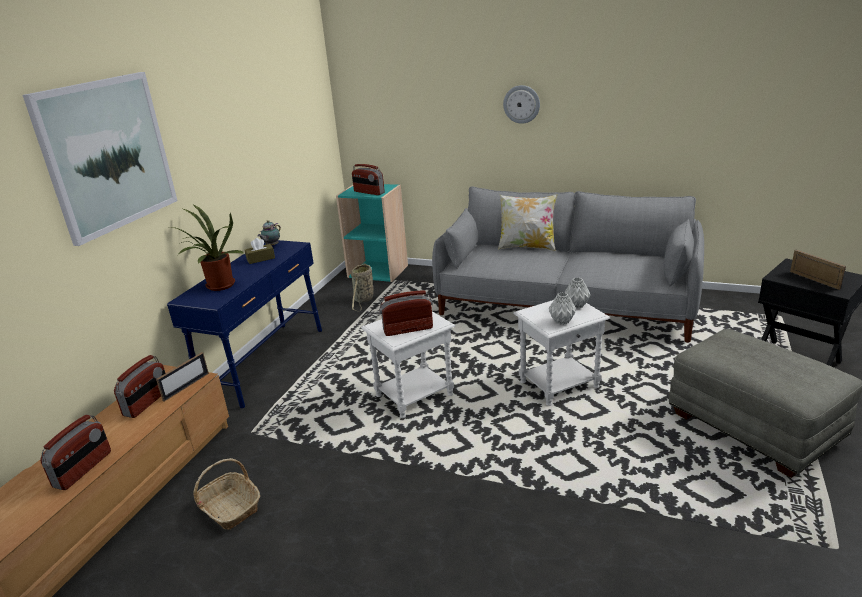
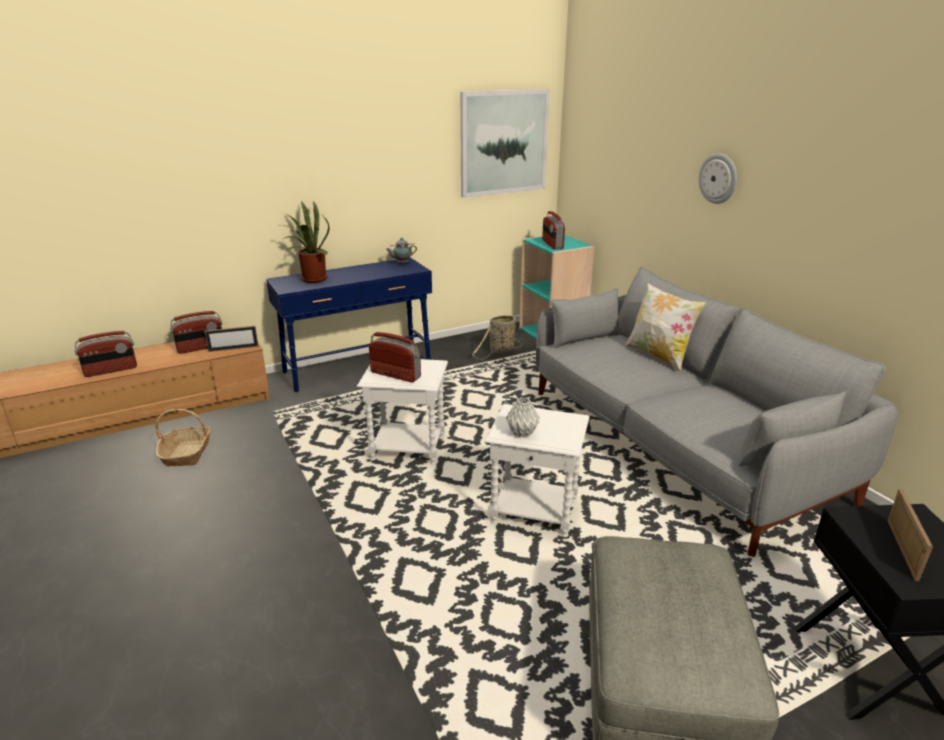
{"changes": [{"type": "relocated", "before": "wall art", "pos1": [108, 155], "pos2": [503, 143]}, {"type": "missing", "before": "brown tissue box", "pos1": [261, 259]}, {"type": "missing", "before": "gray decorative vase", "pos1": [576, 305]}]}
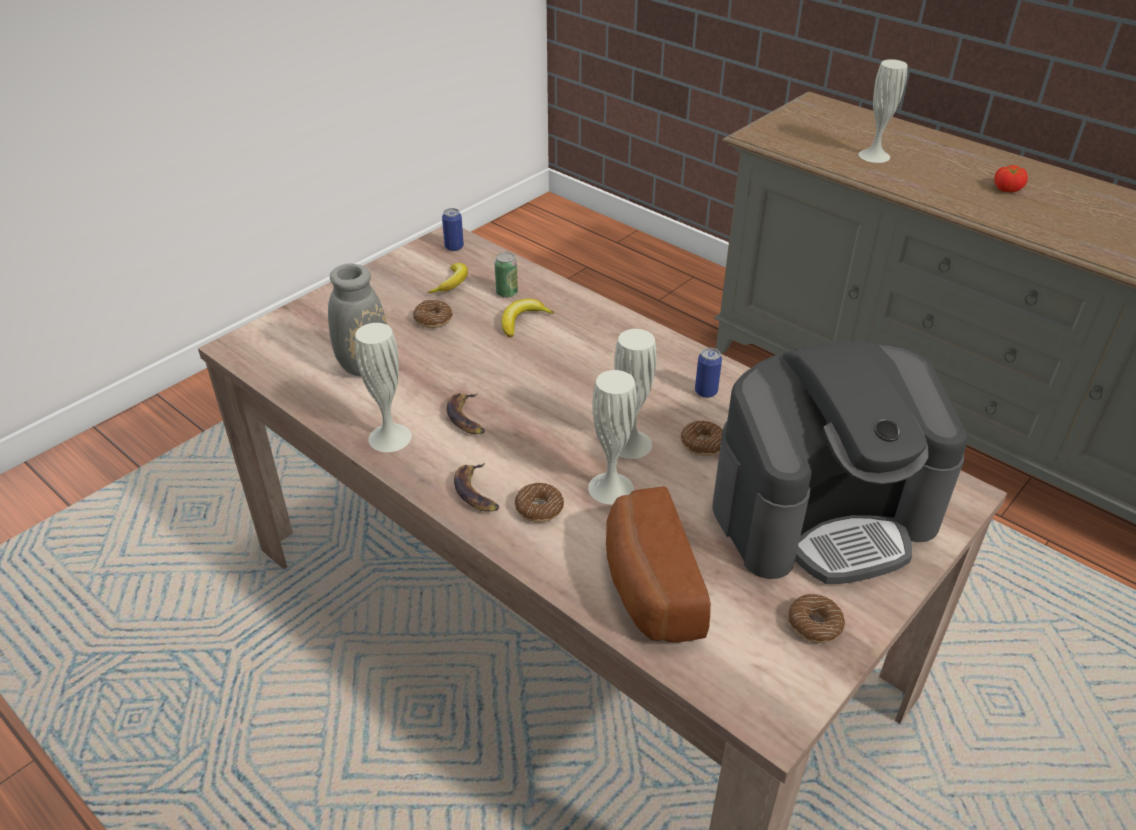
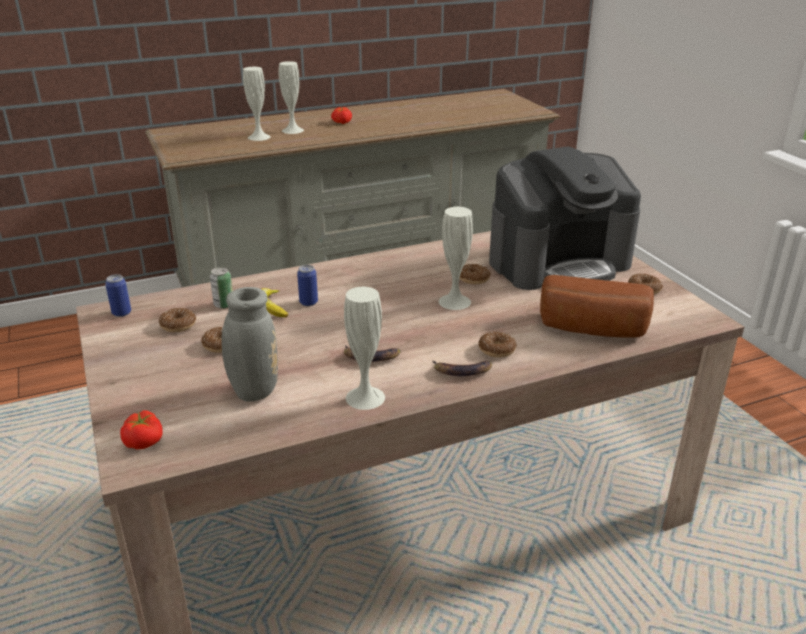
{"changes": [{"type": "appeared", "after": "tomato", "pos2": [145, 441]}, {"type": "exchanged", "before": "banana fruit", "after": "doughnut", "pos1": [452, 283], "pos2": [178, 325]}, {"type": "relocated", "before": "white decorative vase", "pos1": [610, 488], "pos2": [292, 130]}, {"type": "relocated", "before": "can", "pos1": [706, 392], "pos2": [308, 302]}, {"type": "spun", "before": "coffee brewer", "pos1": [823, 512], "pos2": [559, 262], "turn": 60}]}
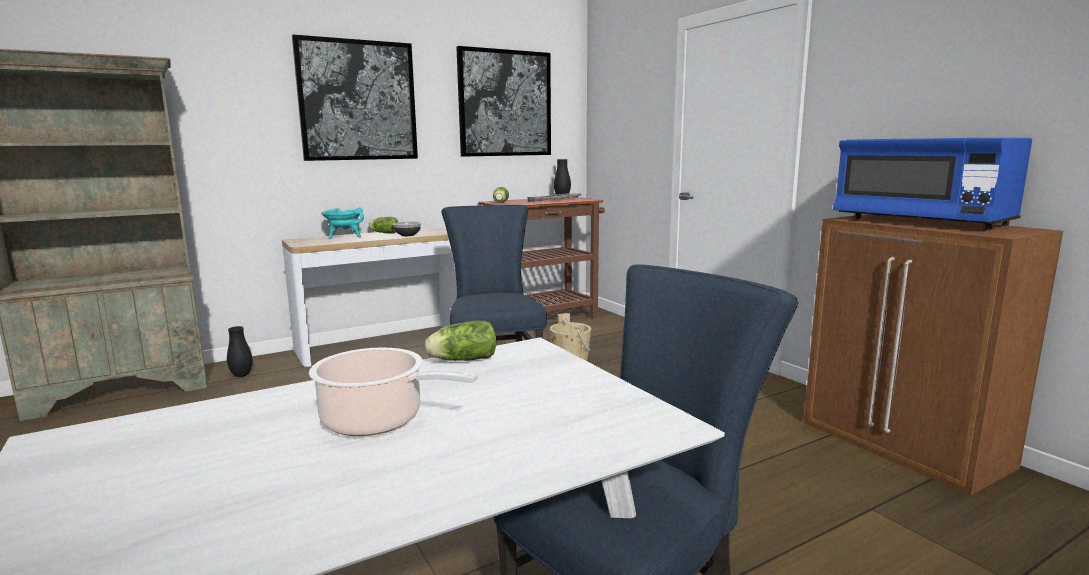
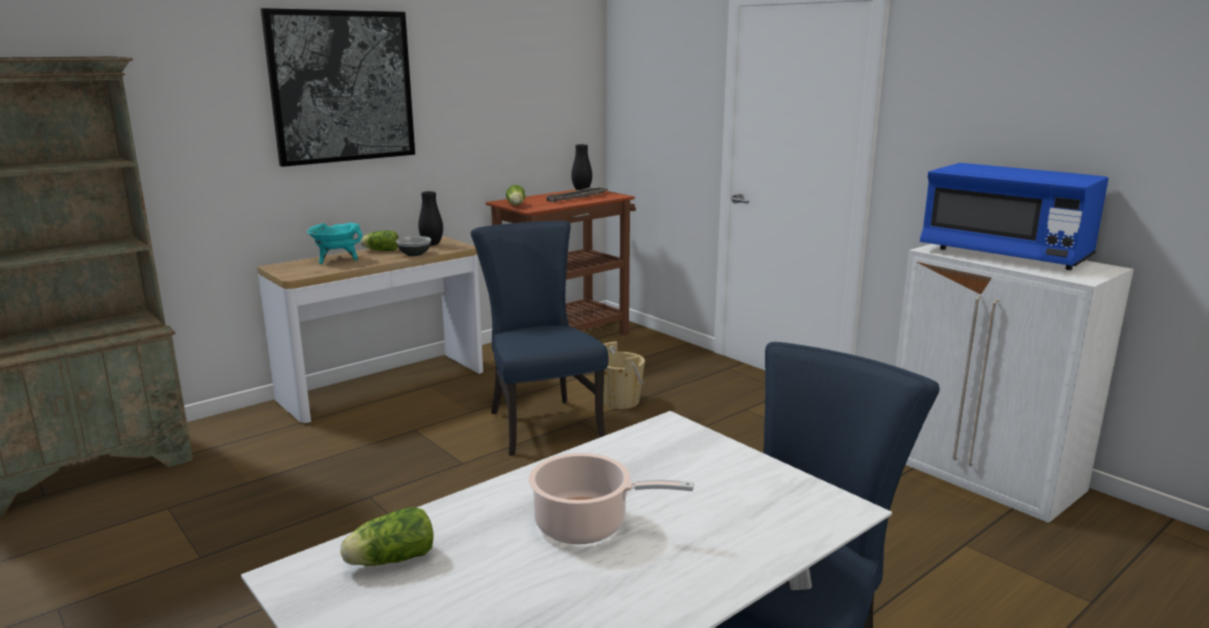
{"changes": [{"type": "relocated", "before": "lettuce", "pos1": [461, 360], "pos2": [388, 560]}, {"type": "relocated", "before": "blackish decorative vase", "pos1": [241, 375], "pos2": [431, 244]}, {"type": "colour", "before": "brown cupboard", "after": "white cupboard", "pos1": [904, 444], "pos2": [983, 473]}, {"type": "missing", "before": "wall art", "pos1": [505, 103]}]}
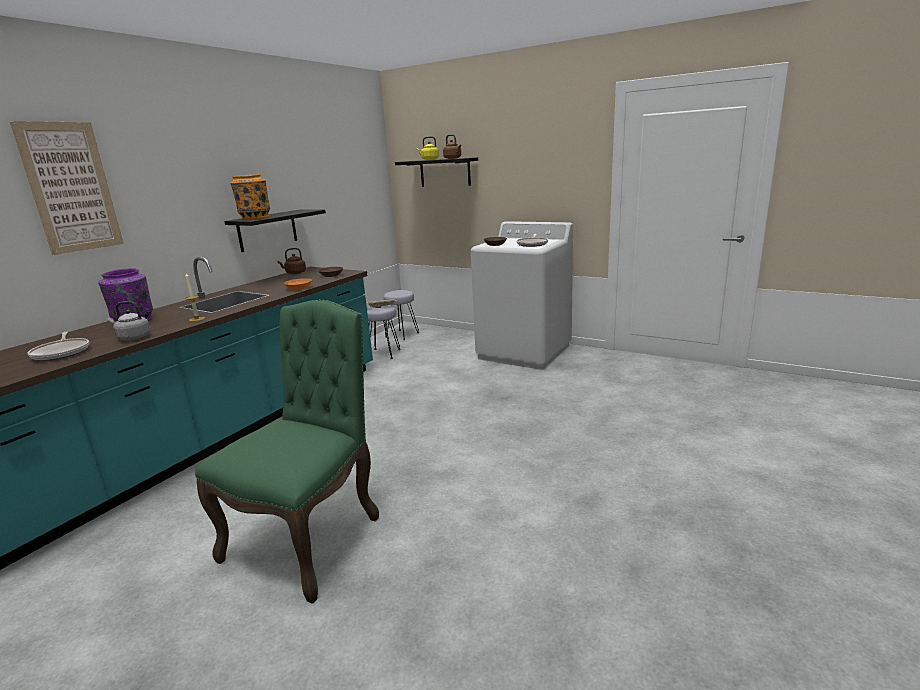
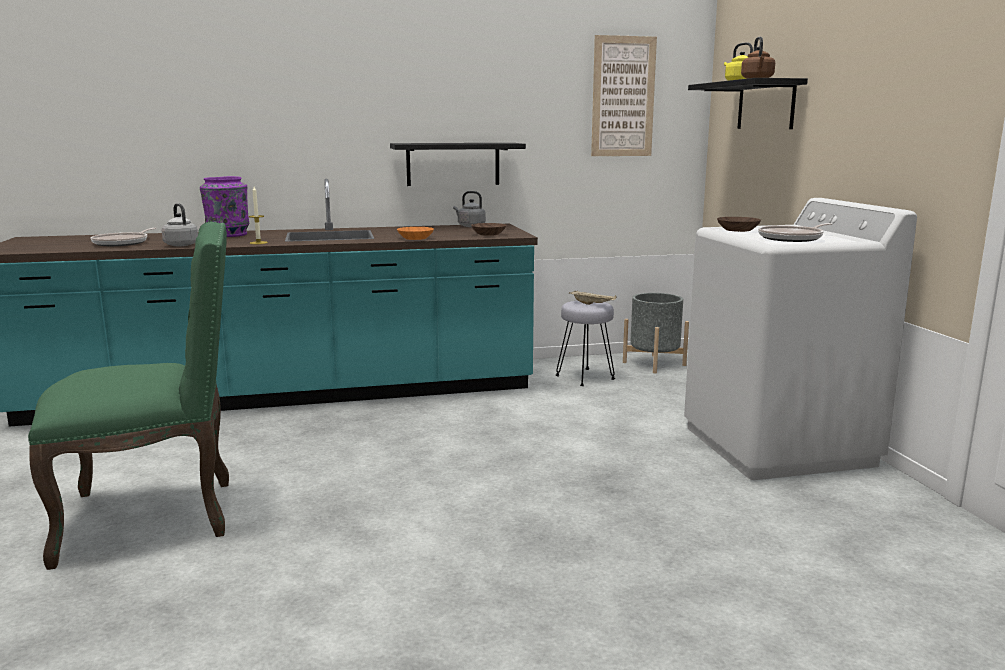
{"changes": [{"type": "colour", "before": "brown tea kettle", "after": "gray tea kettle", "pos1": [294, 273], "pos2": [470, 226]}, {"type": "relocated", "before": "wall art", "pos1": [71, 188], "pos2": [623, 97]}, {"type": "exchanged", "before": "gray sitting stool", "after": "gray plant pot", "pos1": [402, 335], "pos2": [654, 364]}, {"type": "missing", "before": "orangey decorative vase", "pos1": [254, 218]}]}
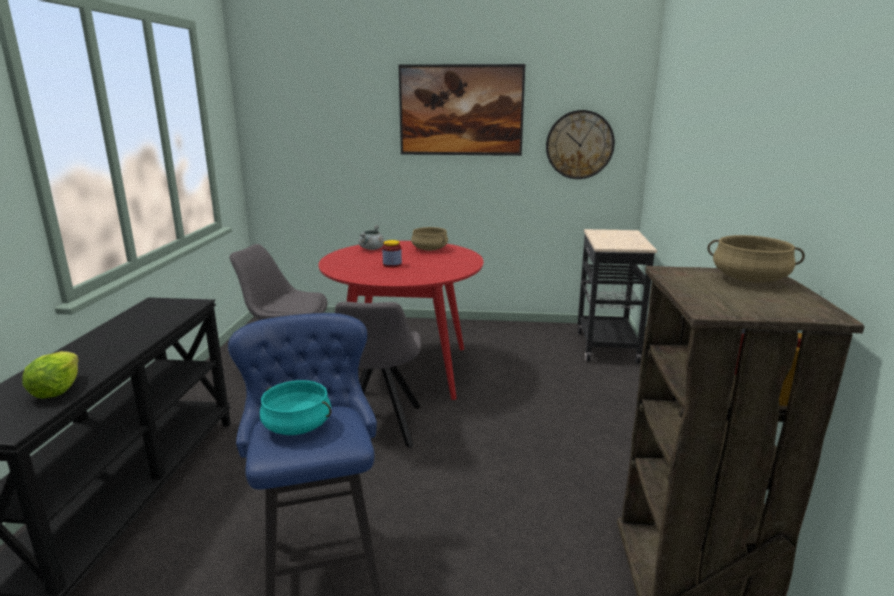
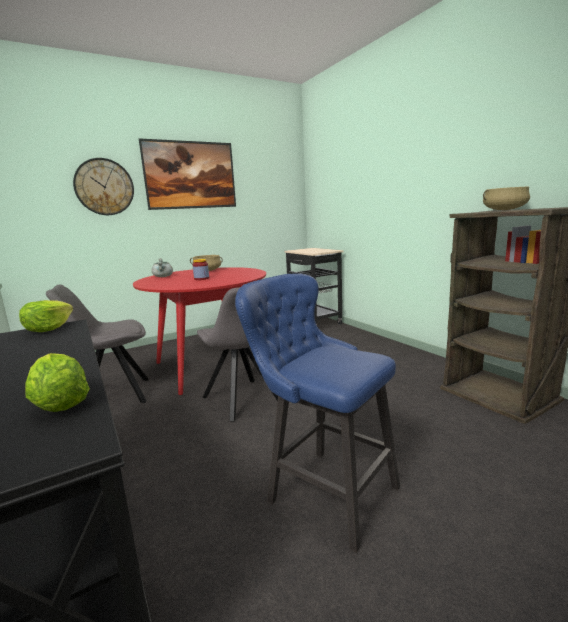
{"changes": [{"type": "appeared", "after": "lettuce", "pos2": [48, 328]}, {"type": "relocated", "before": "clock on the wall", "pos1": [579, 145], "pos2": [104, 187]}, {"type": "missing", "before": "turquoise stockpot", "pos1": [298, 426]}]}
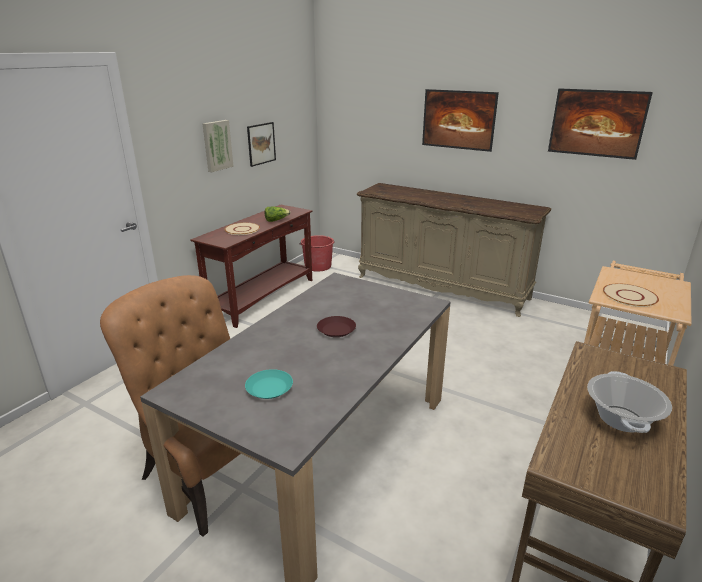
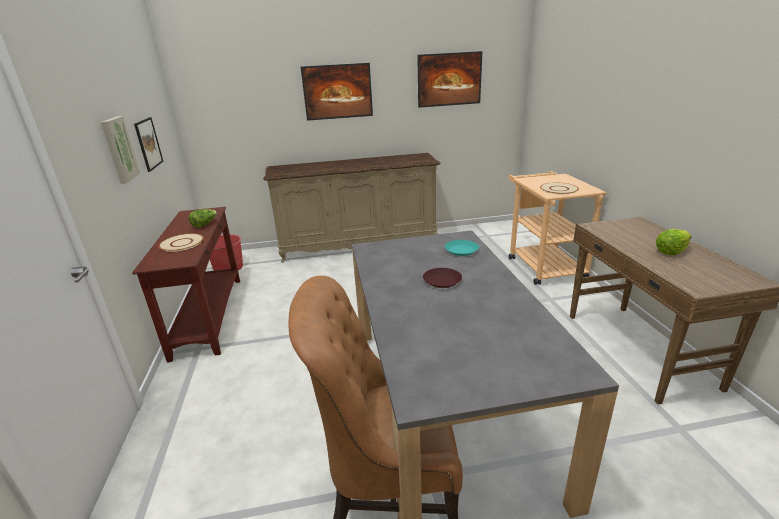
{"changes": [{"type": "relocated", "before": "turquoise plate", "pos1": [270, 388], "pos2": [461, 250]}, {"type": "exchanged", "before": "stockpot", "after": "lettuce", "pos1": [621, 419], "pos2": [671, 252]}]}
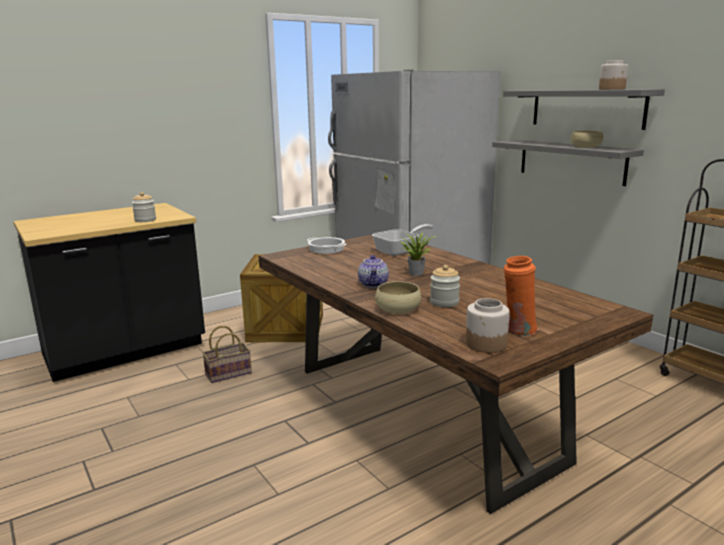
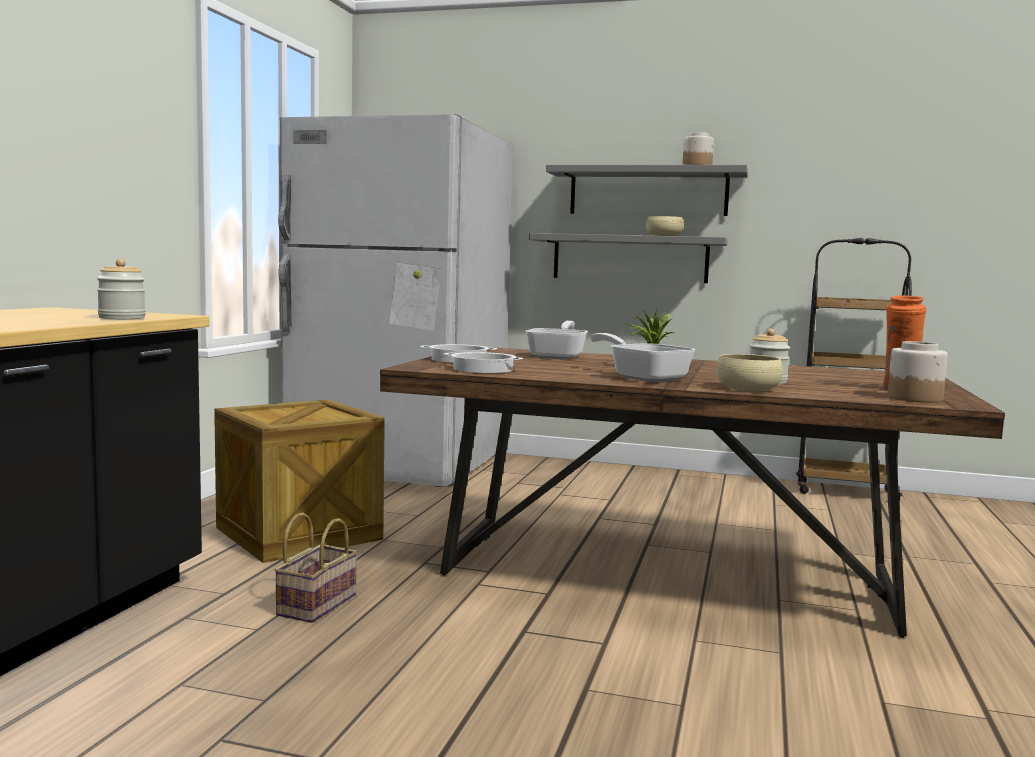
{"changes": [{"type": "appeared", "after": "stockpot", "pos2": [483, 369]}, {"type": "exchanged", "before": "teapot", "after": "skillet", "pos1": [374, 284], "pos2": [643, 377]}]}
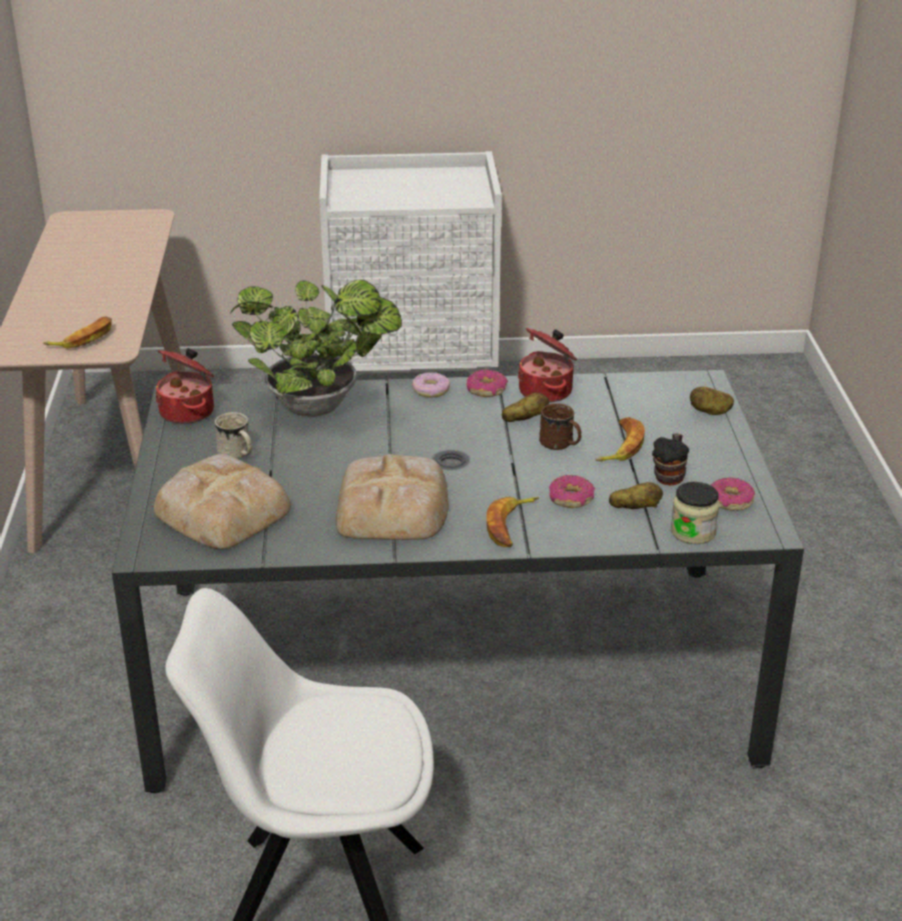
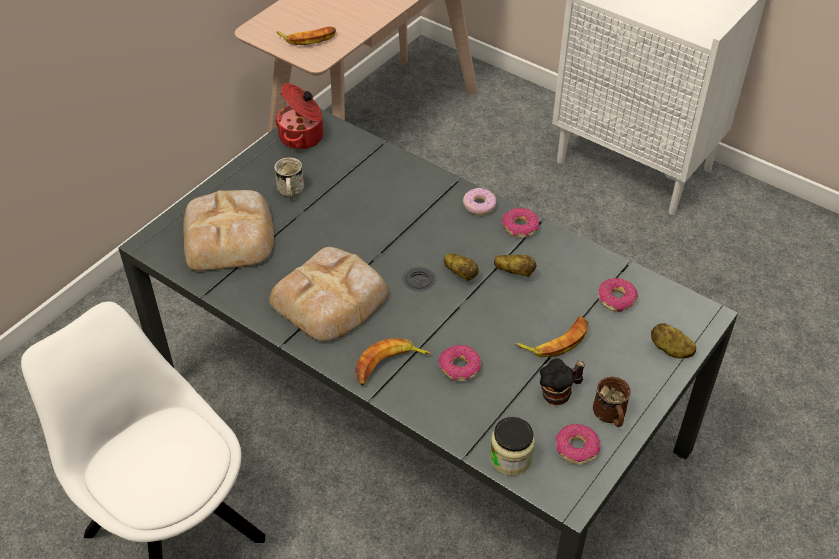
{"changes": [{"type": "relocated", "before": "potato", "pos1": [635, 508], "pos2": [461, 273]}, {"type": "relocated", "before": "brown tea mug", "pos1": [560, 445], "pos2": [610, 416]}, {"type": "appeared", "after": "doughnut", "pos2": [616, 299]}, {"type": "missing", "before": "plant in a pot", "pos1": [320, 407]}, {"type": "missing", "before": "stockpot", "pos1": [547, 391]}]}
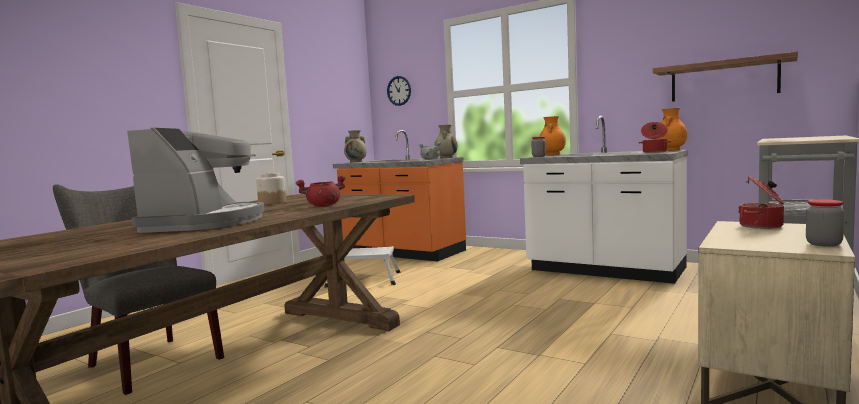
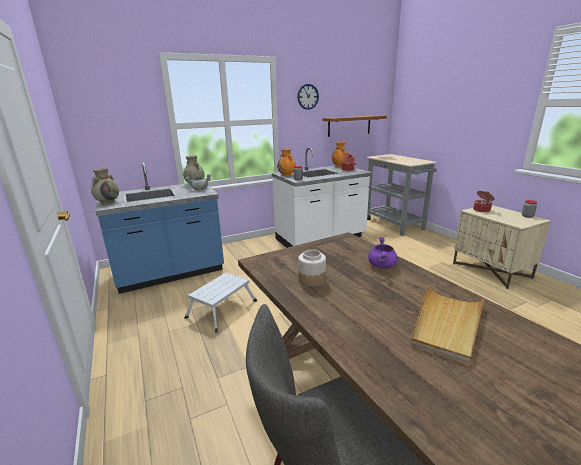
{"changes": [{"type": "colour", "before": "orangey kitchen counter", "after": "blue kitchen counter", "pos1": [403, 252], "pos2": [171, 273]}, {"type": "relocated", "before": "clock on the wall", "pos1": [399, 90], "pos2": [308, 96]}, {"type": "colour", "before": "red stockpot", "after": "purple-coloured stockpot", "pos1": [323, 206], "pos2": [382, 266]}, {"type": "exchanged", "before": "coffee brewer", "after": "beige-coloured carrying tray", "pos1": [205, 223], "pos2": [446, 324]}]}
